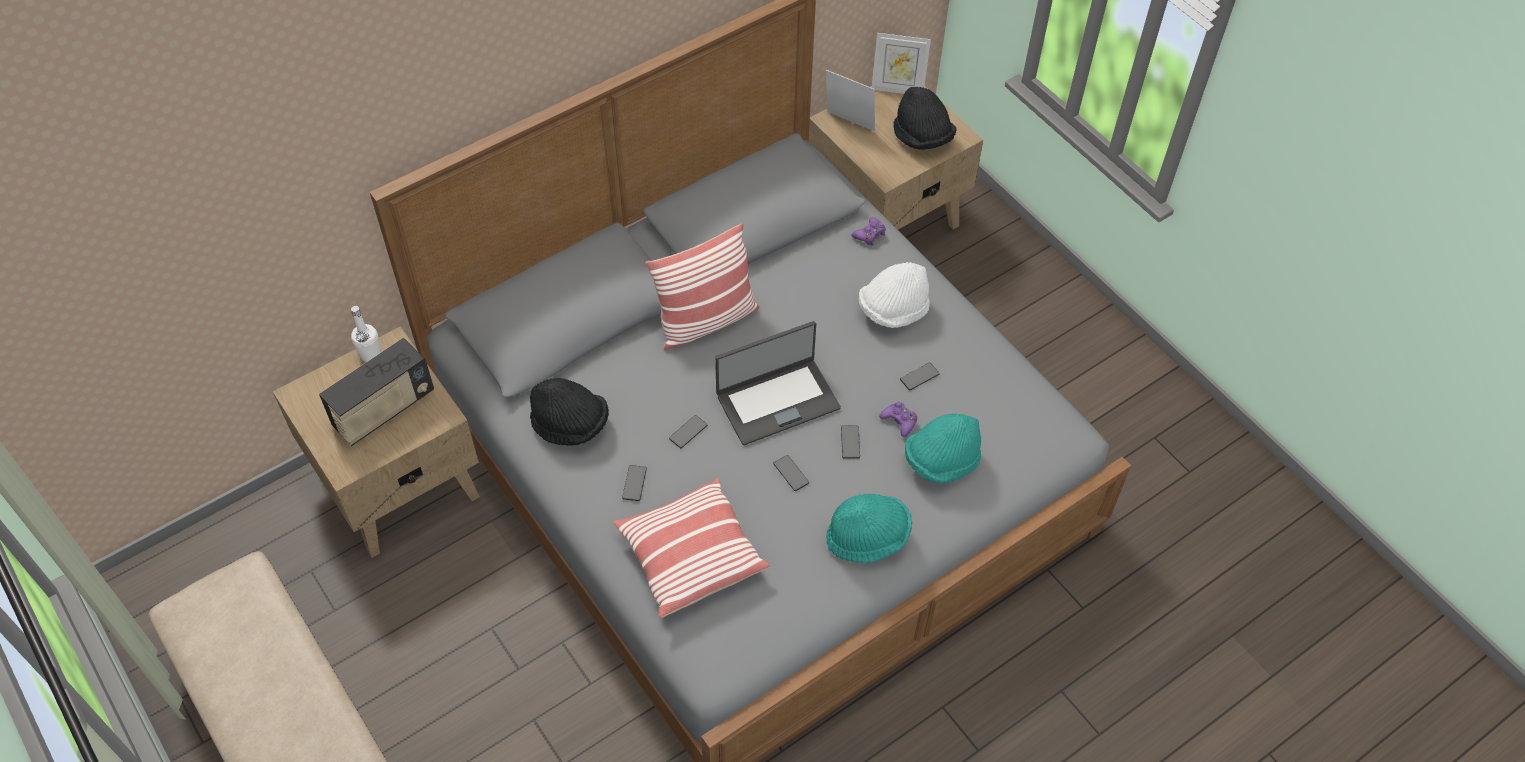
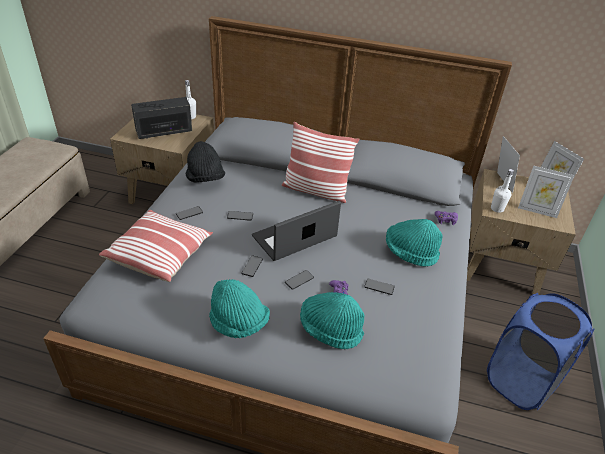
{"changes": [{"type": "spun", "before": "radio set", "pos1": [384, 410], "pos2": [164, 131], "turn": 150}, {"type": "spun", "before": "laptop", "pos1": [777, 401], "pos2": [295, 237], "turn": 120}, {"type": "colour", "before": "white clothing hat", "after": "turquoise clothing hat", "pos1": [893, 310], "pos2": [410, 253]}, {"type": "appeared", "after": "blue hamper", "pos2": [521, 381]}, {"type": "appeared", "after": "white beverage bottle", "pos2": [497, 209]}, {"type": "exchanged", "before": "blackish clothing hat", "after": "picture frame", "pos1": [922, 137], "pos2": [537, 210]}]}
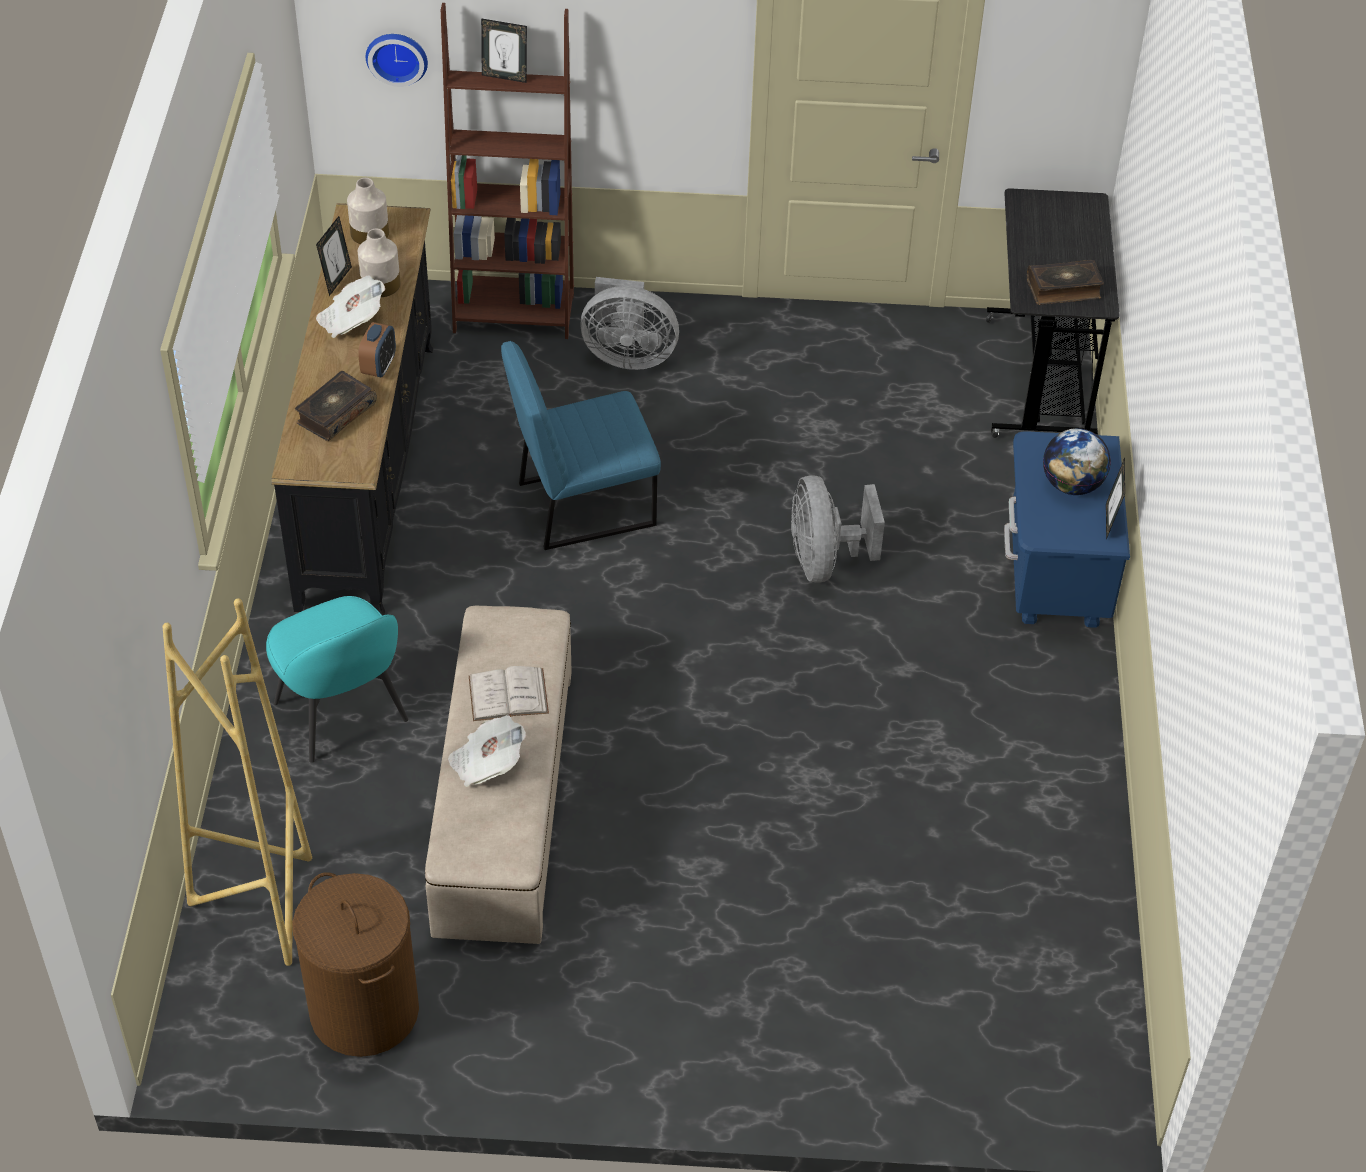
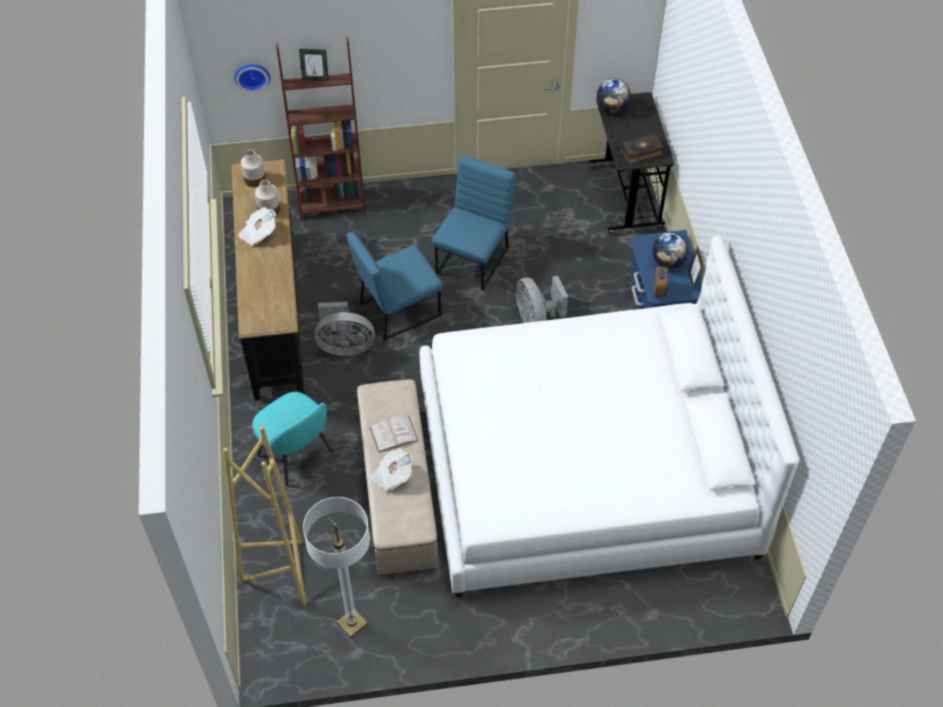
{"changes": [{"type": "exchanged", "before": "brown hamper", "after": "standard lamp", "pos1": [363, 1010], "pos2": [352, 623]}, {"type": "relocated", "before": "gray cooling fan", "pos1": [627, 355], "pos2": [344, 346]}, {"type": "appeared", "after": "white sleeping bed", "pos2": [585, 465]}, {"type": "appeared", "after": "blue chair", "pos2": [474, 259]}, {"type": "appeared", "after": "globe", "pos2": [612, 108]}, {"type": "relocated", "before": "alarm clock", "pos1": [379, 367], "pos2": [659, 290]}, {"type": "missing", "before": "volume", "pos1": [335, 413]}, {"type": "missing", "before": "picture frame", "pos1": [337, 280]}]}
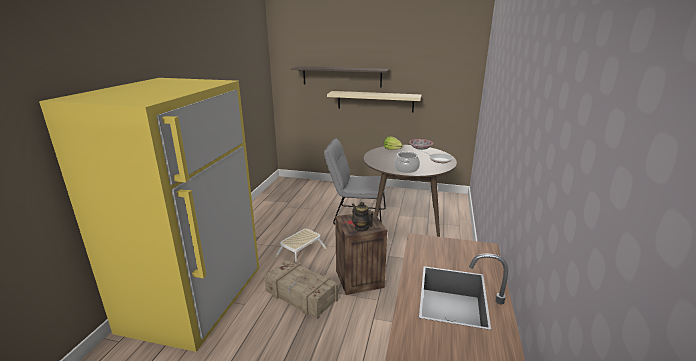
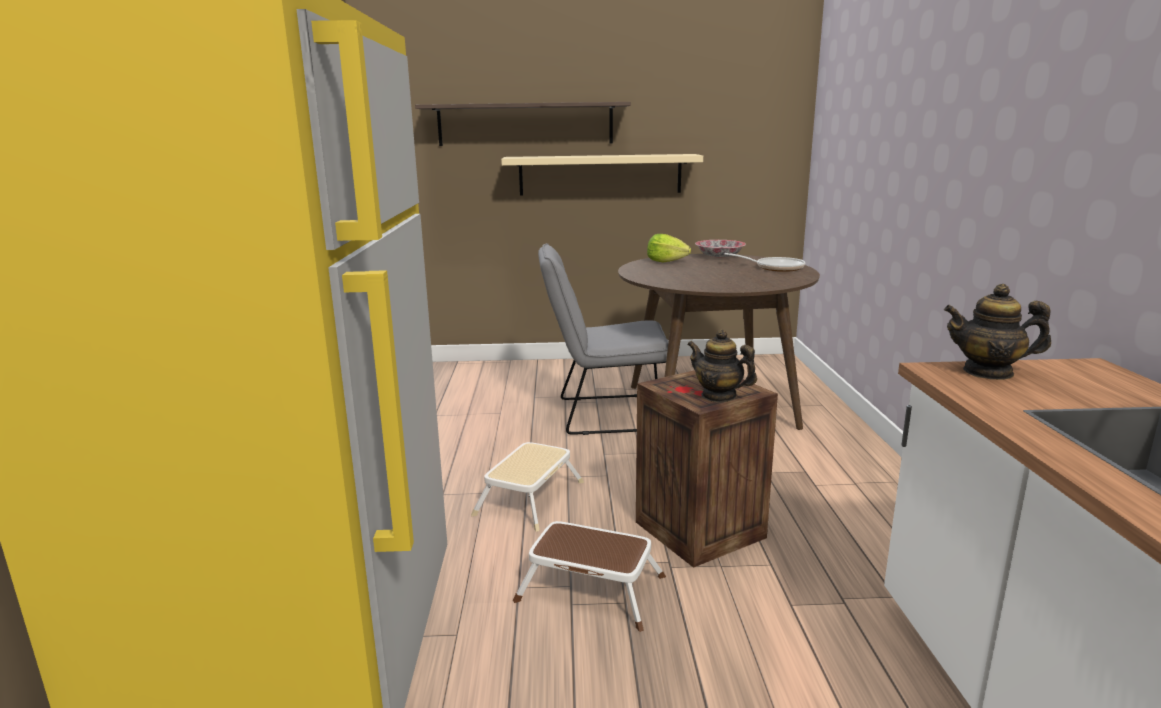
{"changes": [{"type": "exchanged", "before": "crate", "after": "brown stepladder", "pos1": [301, 296], "pos2": [590, 589]}, {"type": "appeared", "after": "teapot", "pos2": [988, 372]}, {"type": "missing", "before": "stockpot", "pos1": [406, 169]}]}
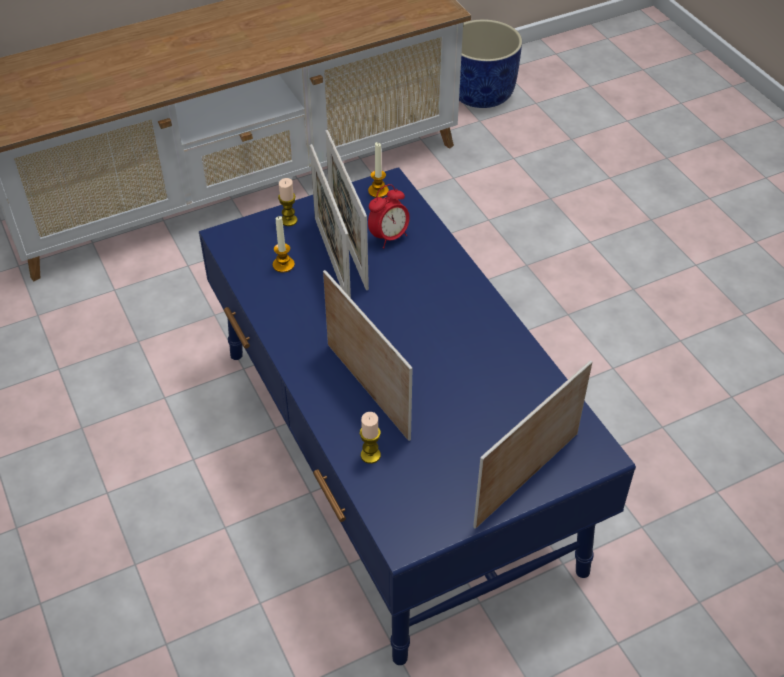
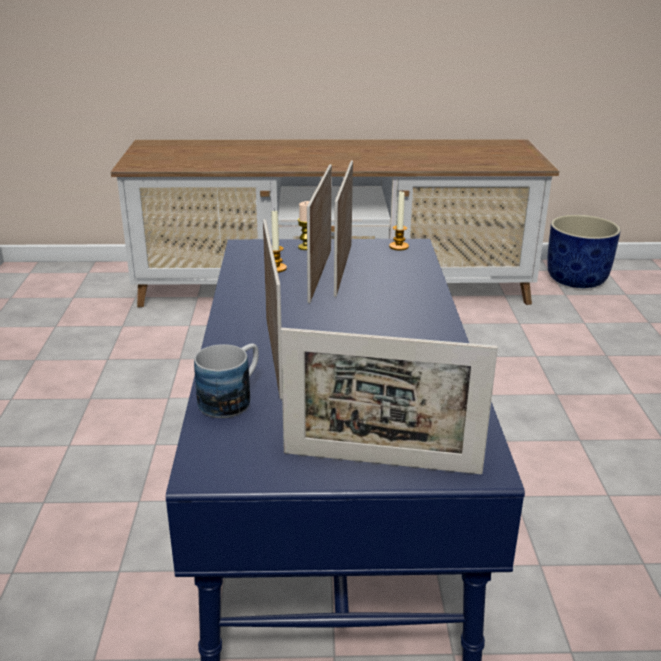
{"changes": [{"type": "exchanged", "before": "wax candle", "after": "tea mug", "pos1": [370, 455], "pos2": [232, 399]}, {"type": "spun", "before": "picture frame", "pos1": [527, 479], "pos2": [381, 463], "turn": -150}, {"type": "missing", "before": "alarm clock", "pos1": [389, 237]}]}
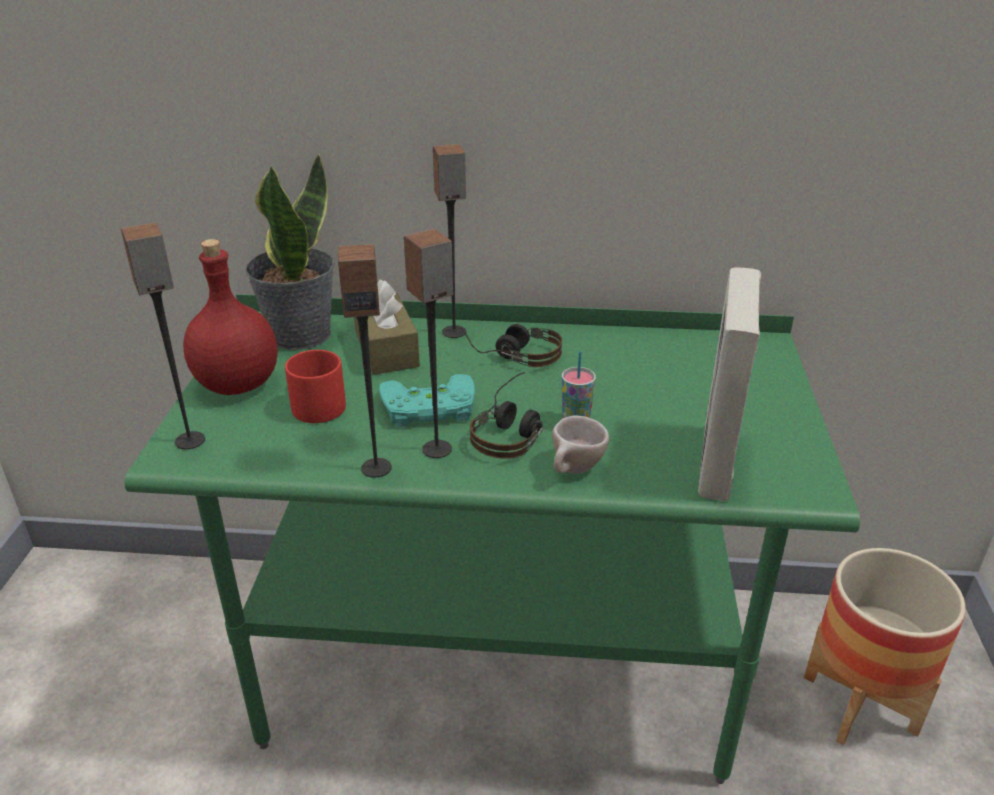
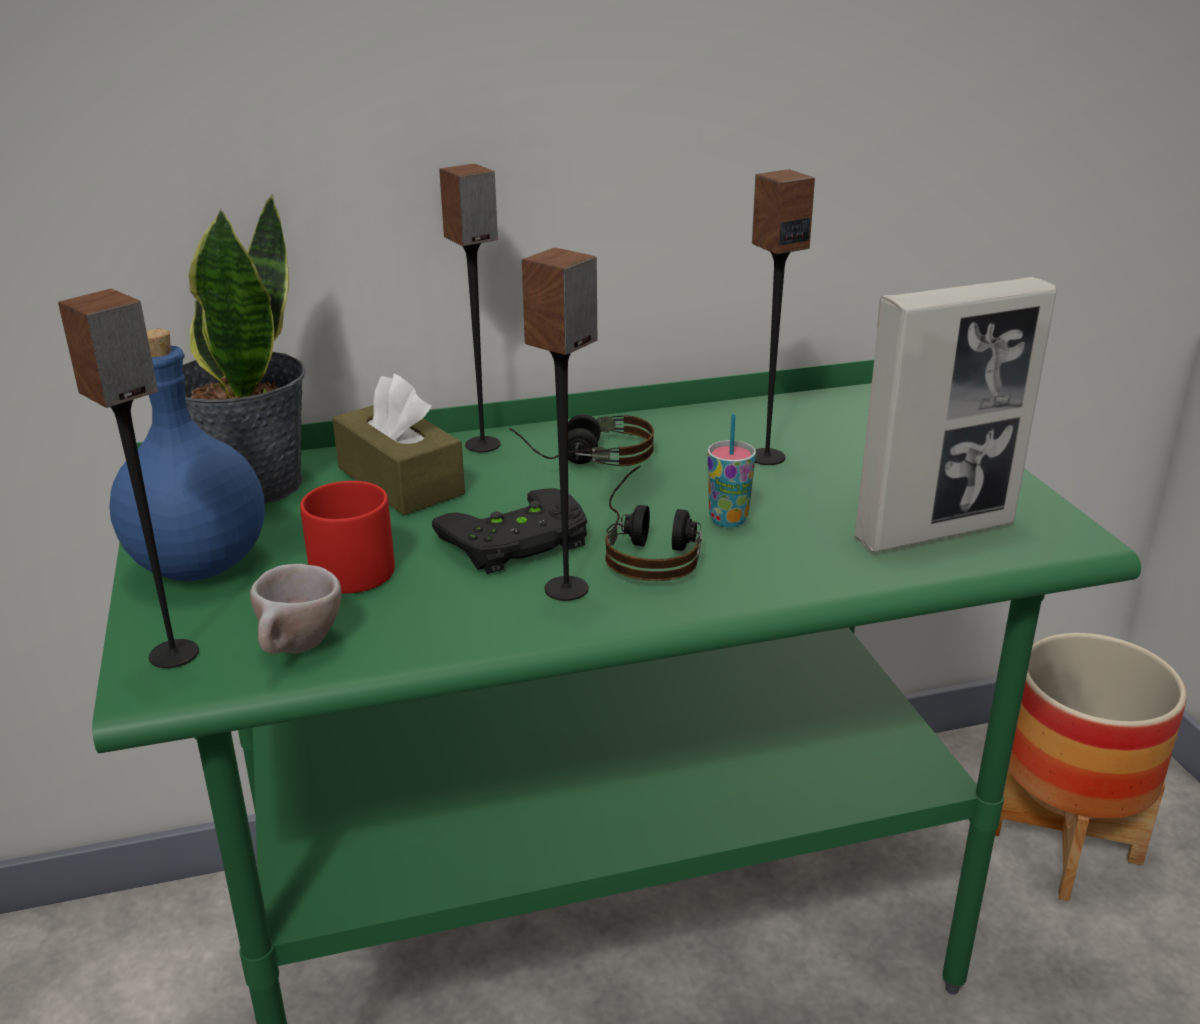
{"changes": [{"type": "colour", "before": "red beverage bottle", "after": "blue beverage bottle", "pos1": [236, 384], "pos2": [197, 566]}, {"type": "relocated", "before": "beige-coloured small cup", "pos1": [574, 471], "pos2": [298, 651]}, {"type": "colour", "before": "turquoise gamepad", "after": "blackish gamepad", "pos1": [428, 409], "pos2": [517, 543]}, {"type": "relocated", "before": "loudspeaker", "pos1": [376, 467], "pos2": [766, 457]}, {"type": "spun", "before": "picture frame", "pos1": [716, 462], "pos2": [935, 531], "turn": -105}]}
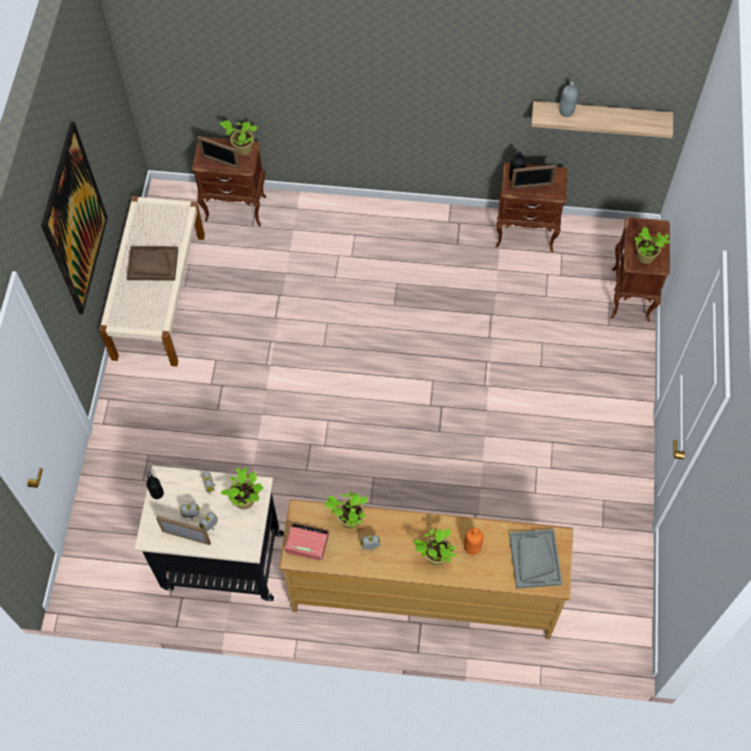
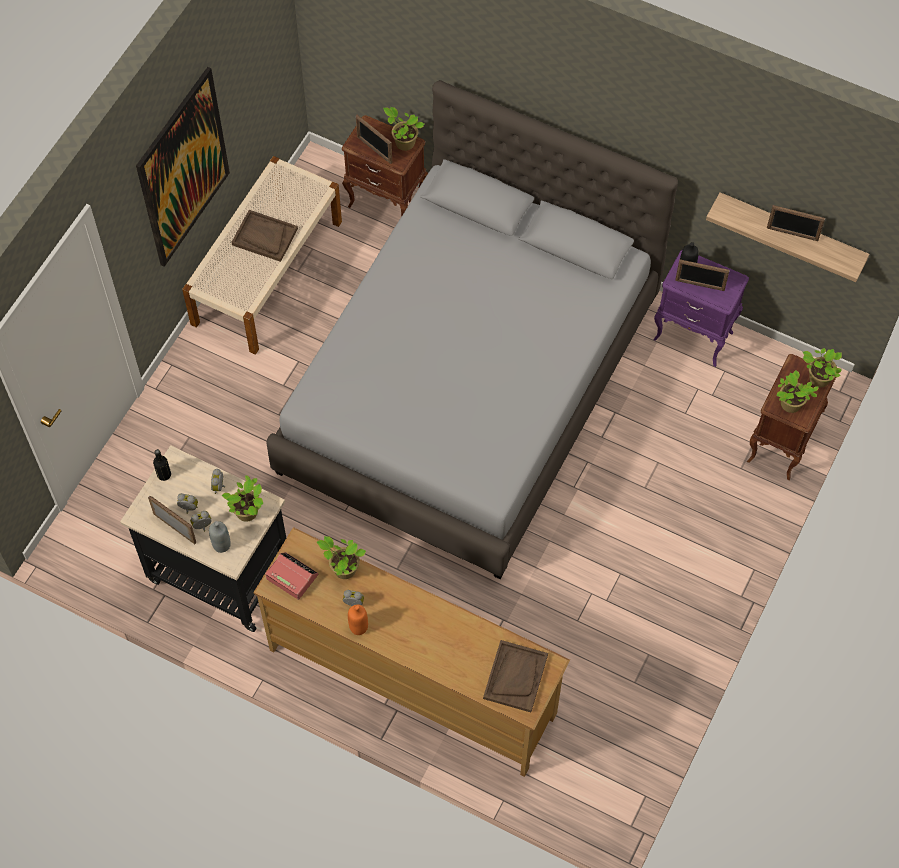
{"changes": [{"type": "relocated", "before": "gray beverage bottle", "pos1": [566, 111], "pos2": [221, 545]}, {"type": "appeared", "after": "gray sleeping bed", "pos2": [470, 383]}, {"type": "relocated", "before": "orangey beverage bottle", "pos1": [472, 547], "pos2": [358, 627]}, {"type": "colour", "before": "gray carrying tray", "after": "brown carrying tray", "pos1": [534, 559], "pos2": [515, 676]}, {"type": "colour", "before": "brown nightstand", "after": "purple-coloured nightstand", "pos1": [525, 234], "pos2": [693, 336]}, {"type": "appeared", "after": "picture frame", "pos2": [792, 234]}, {"type": "relocated", "before": "plant in a pot", "pos1": [435, 557], "pos2": [817, 379]}]}
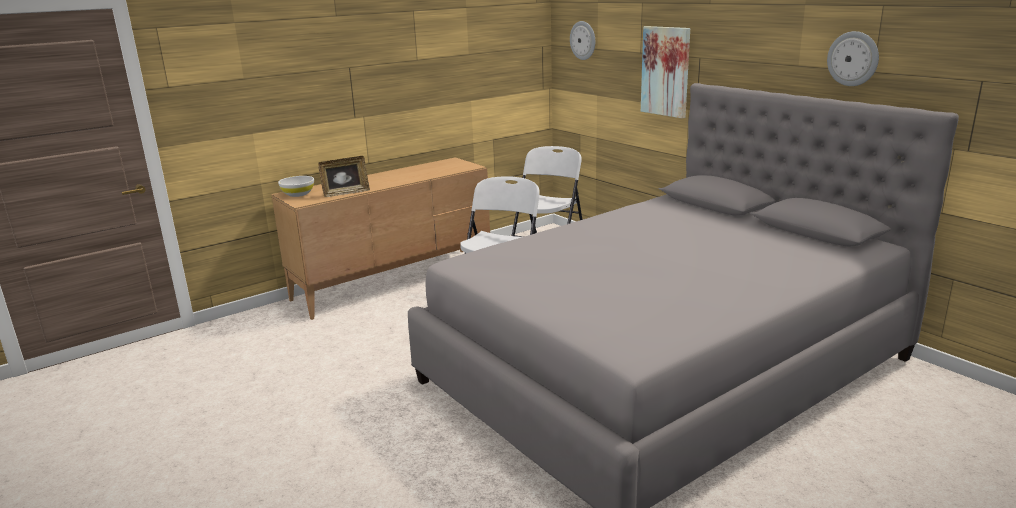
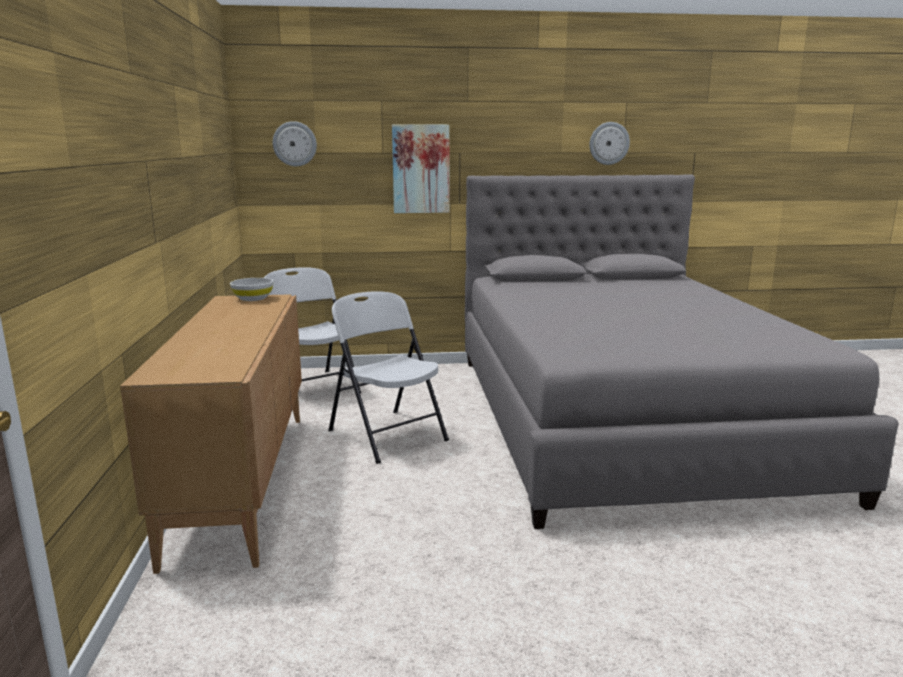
{"changes": [{"type": "relocated", "before": "white deep dish", "pos1": [298, 194], "pos2": [253, 298]}, {"type": "missing", "before": "picture frame", "pos1": [346, 193]}]}
